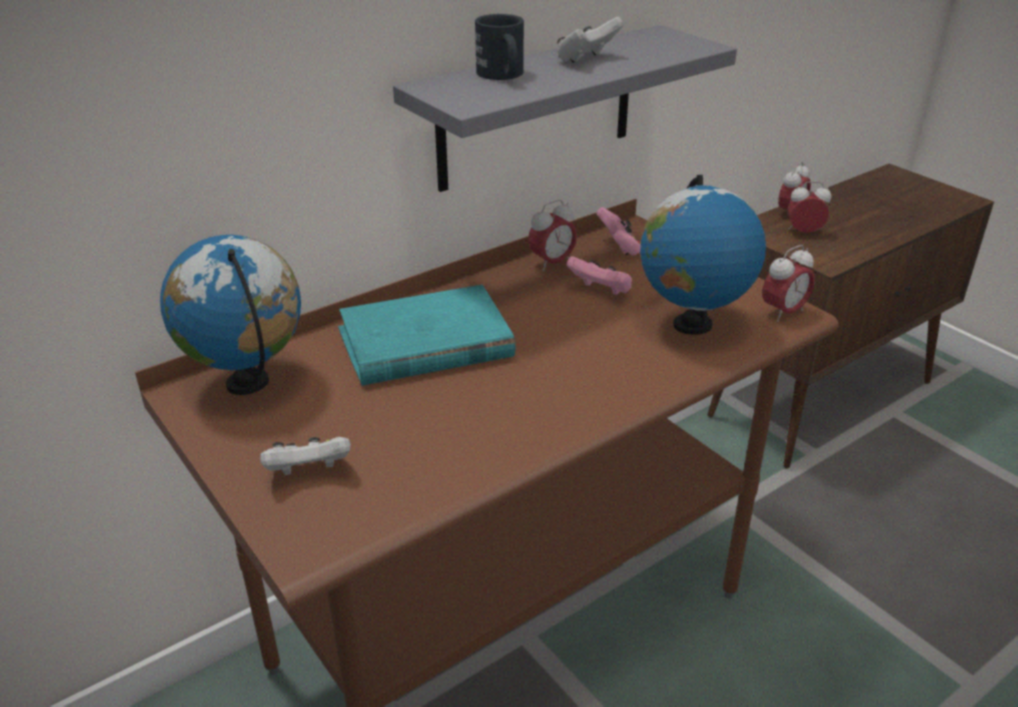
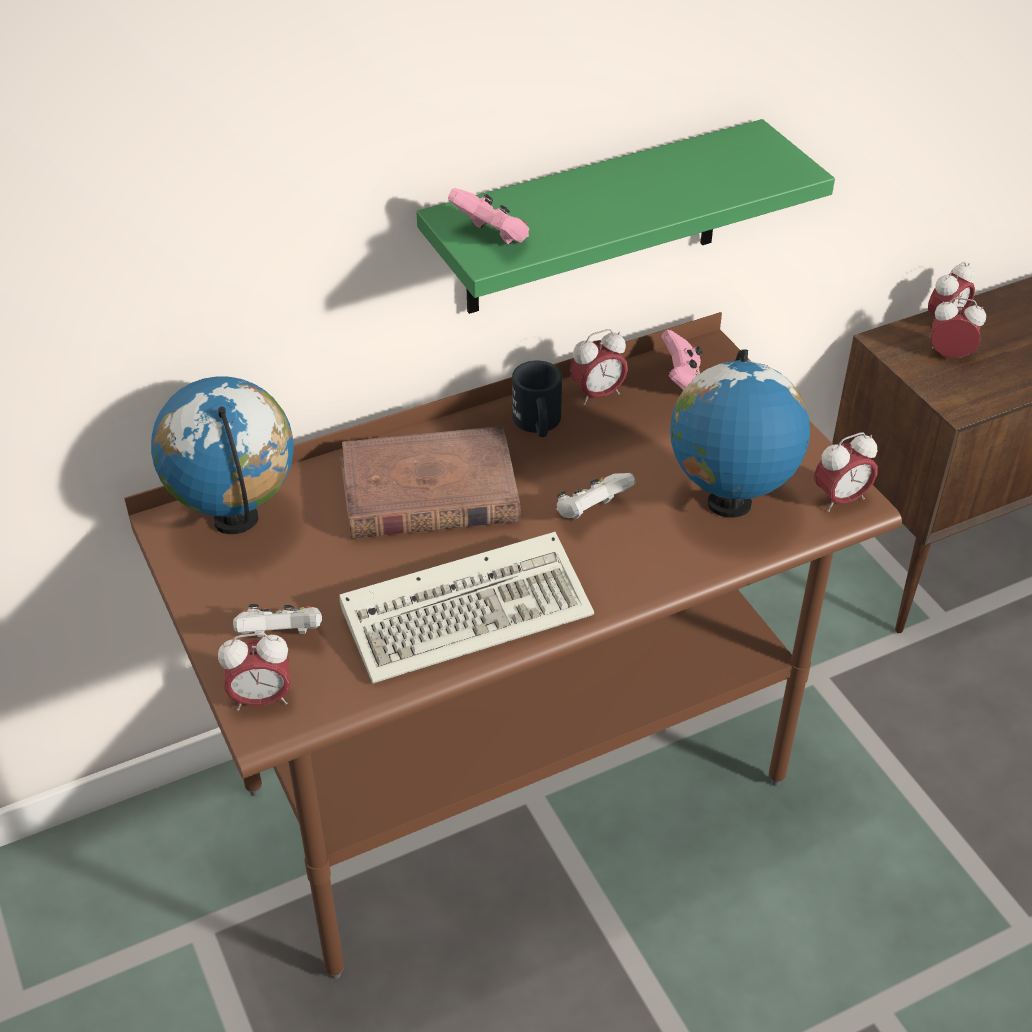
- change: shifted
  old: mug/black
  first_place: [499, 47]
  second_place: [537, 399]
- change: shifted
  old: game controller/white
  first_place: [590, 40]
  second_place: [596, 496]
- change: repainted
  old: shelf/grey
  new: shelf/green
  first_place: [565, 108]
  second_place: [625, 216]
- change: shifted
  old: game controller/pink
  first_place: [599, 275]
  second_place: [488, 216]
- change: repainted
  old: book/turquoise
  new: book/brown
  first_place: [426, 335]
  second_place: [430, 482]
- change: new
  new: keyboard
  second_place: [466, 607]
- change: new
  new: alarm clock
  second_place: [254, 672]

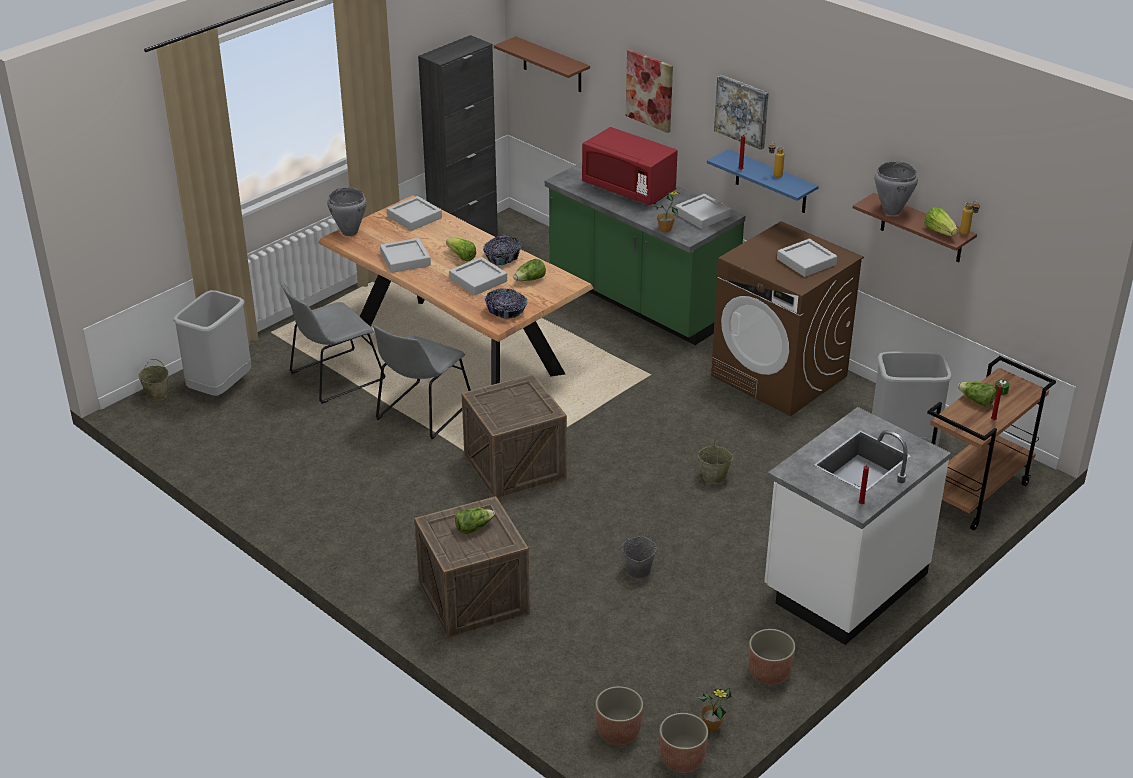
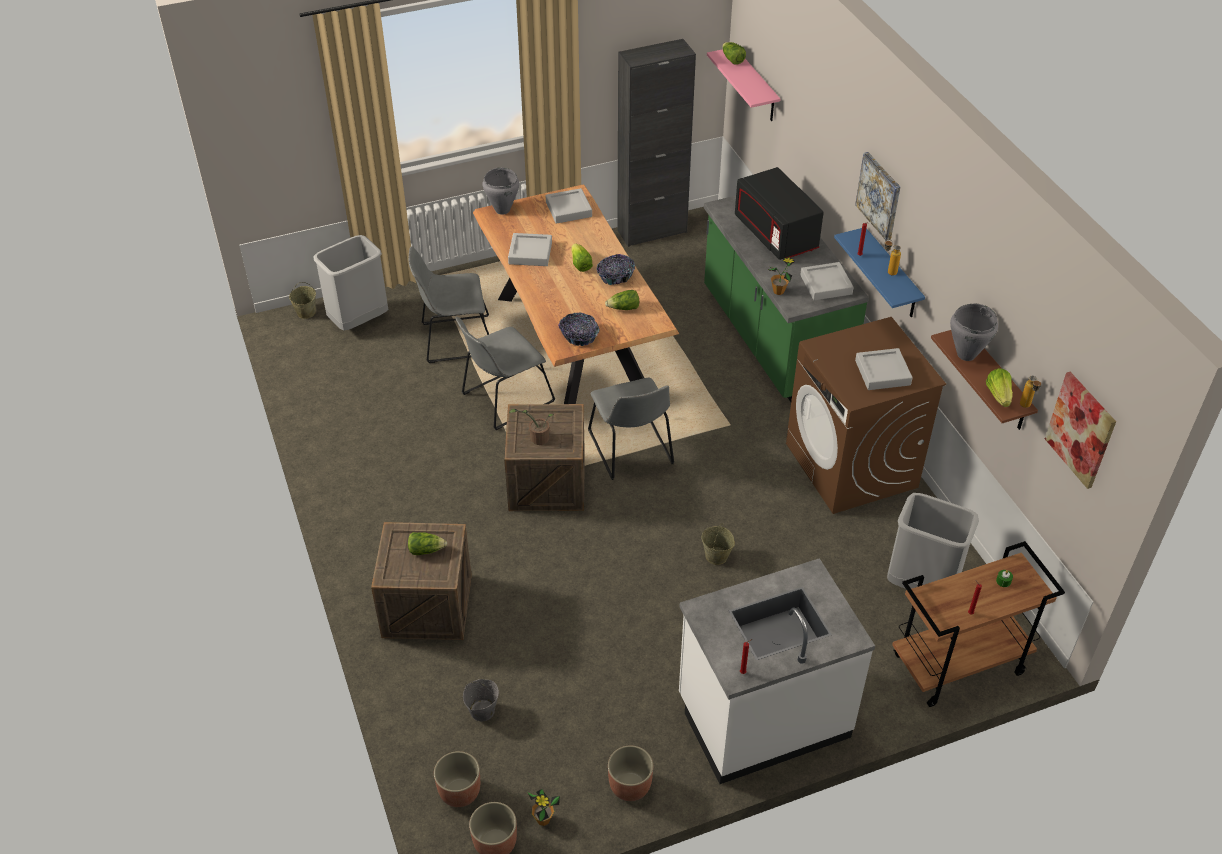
- change: repainted
  old: shelf/brown
  new: shelf/pink
  first_place: [542, 64]
  second_place: [743, 85]
- change: shifted
  old: picture
  first_place: [649, 91]
  second_place: [1080, 430]
- change: repainted
  old: microwave/red
  new: microwave/black
  first_place: [630, 166]
  second_place: [779, 213]
- change: gone
  old: tray/grey
  first_place: [478, 276]
- change: shifted
  old: lettuce
  first_place: [977, 394]
  second_place: [734, 53]
- change: shifted
  old: bucket/grey
  first_place: [639, 555]
  second_place: [481, 700]
- change: new
  new: chair/grey
  second_place: [631, 429]
- change: new
  new: potted plant
  second_place: [531, 427]

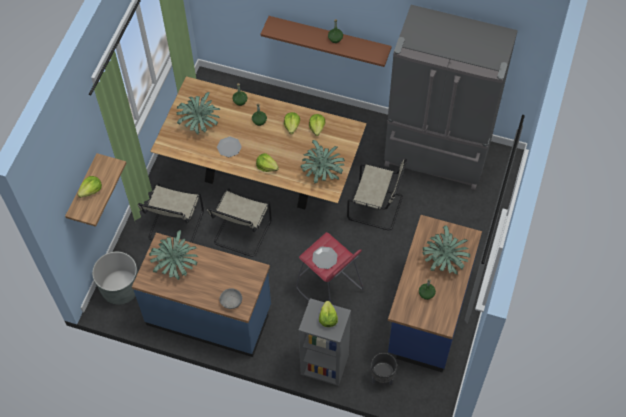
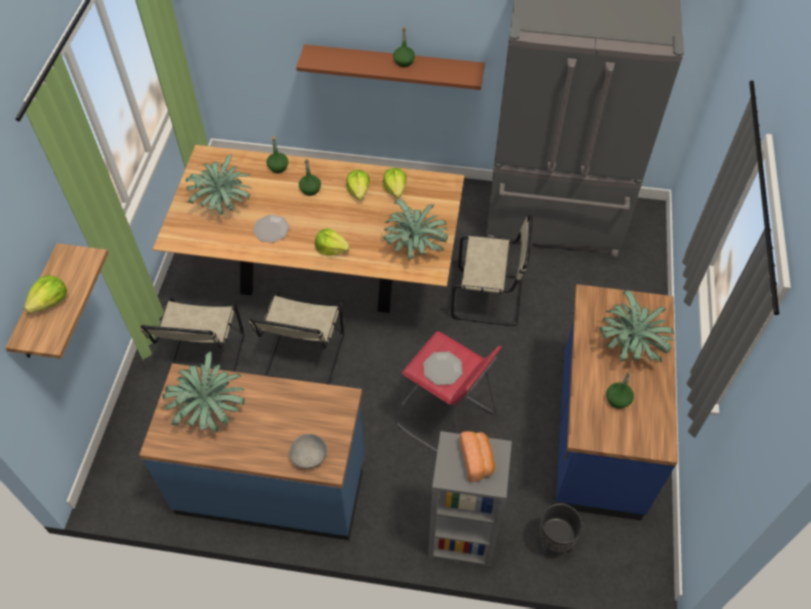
- change: gone
  old: planter/grey
  first_place: [115, 277]
- change: swapped
  old: lettuce
  new: bread
  first_place: [328, 314]
  second_place: [477, 456]

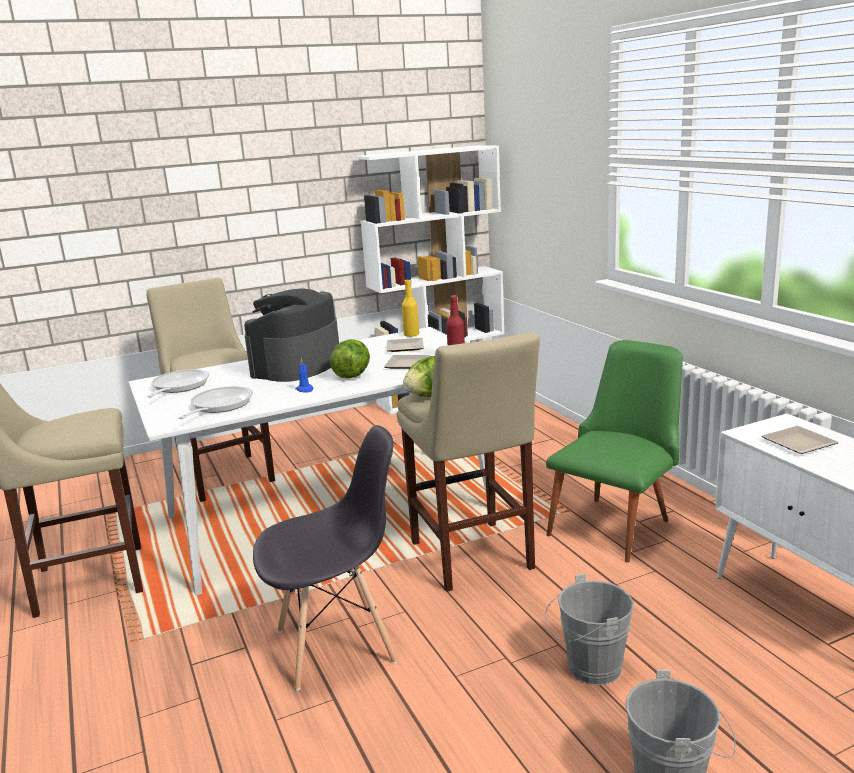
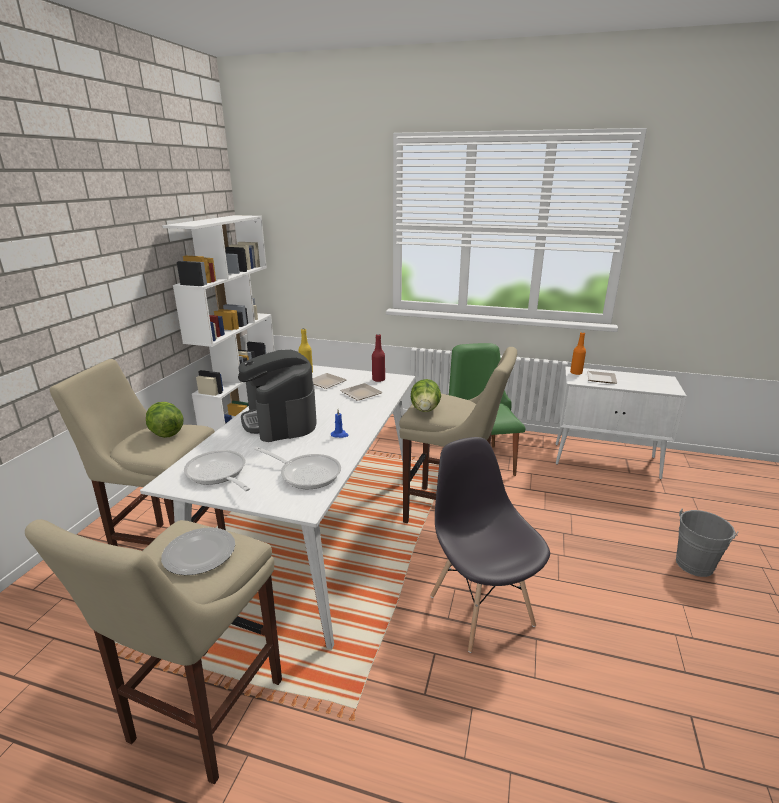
- change: shifted
  old: lettuce
  first_place: [350, 359]
  second_place: [165, 420]
- change: rotated
  old: frying pan
  first_place: [215, 402]
  second_place: [297, 468]
  degrees: 150
- change: rotated
  old: chair/grey
  first_place: [325, 558]
  second_place: [490, 545]
  degrees: -45
- change: gone
  old: bucket/grey
  first_place: [589, 629]
- change: new
  new: bottle/orange
  second_place: [578, 353]
- change: new
  new: plate
  second_place: [198, 551]

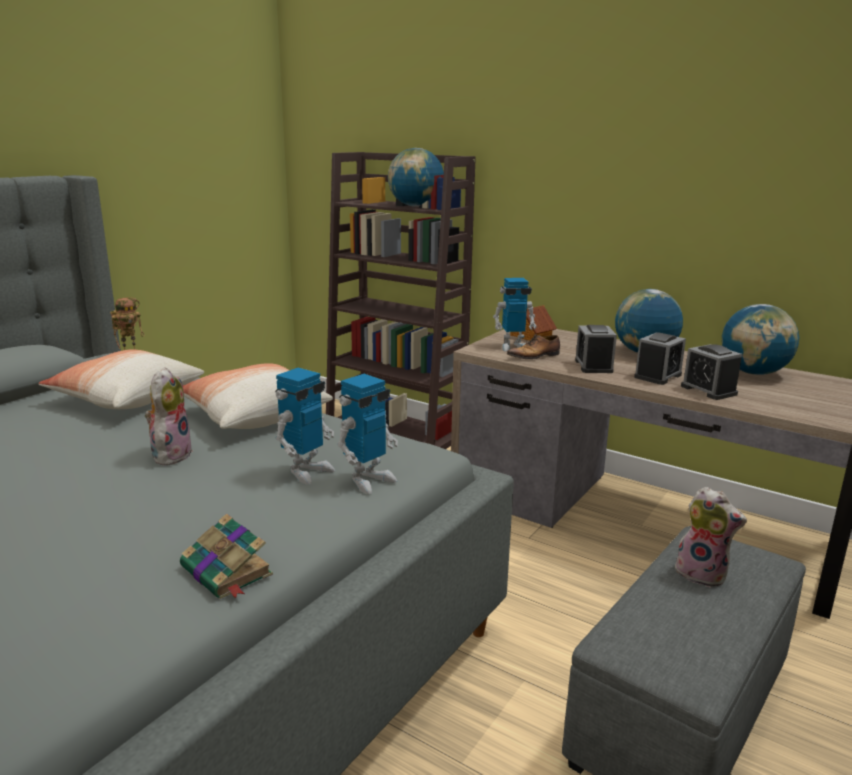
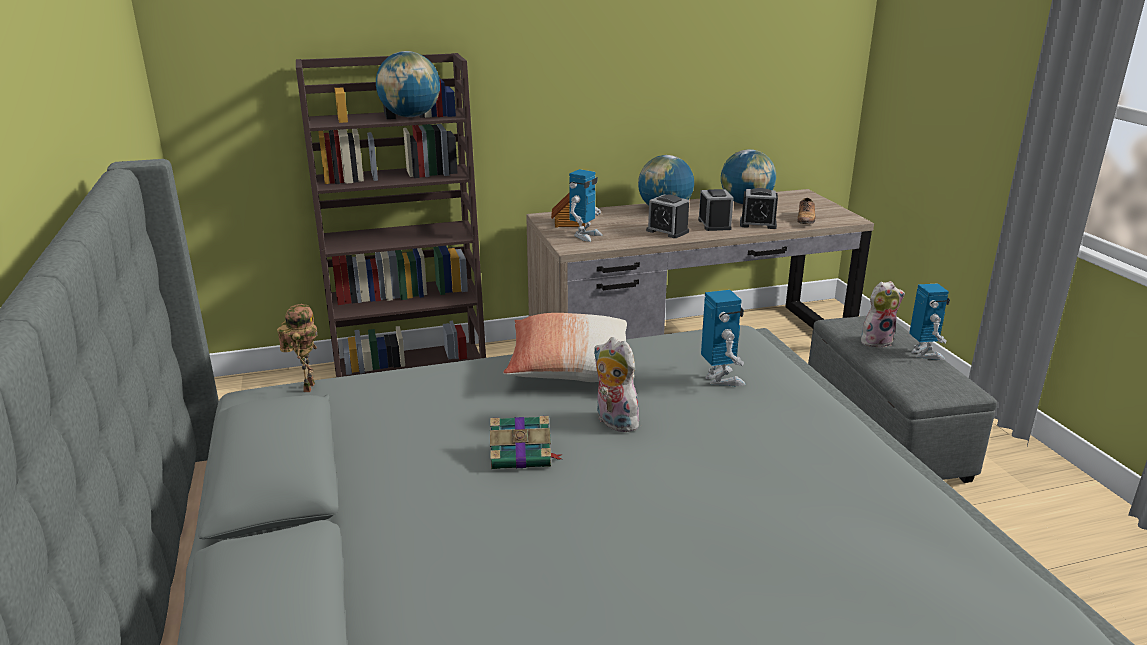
- change: shifted
  old: shoe
  first_place: [533, 346]
  second_place: [806, 211]
- change: gone
  old: pillow
  first_place: [121, 379]
- change: shifted
  old: toy robot
  first_place: [367, 434]
  second_place: [929, 321]
- change: shifted
  old: book
  first_place: [226, 556]
  second_place: [526, 442]

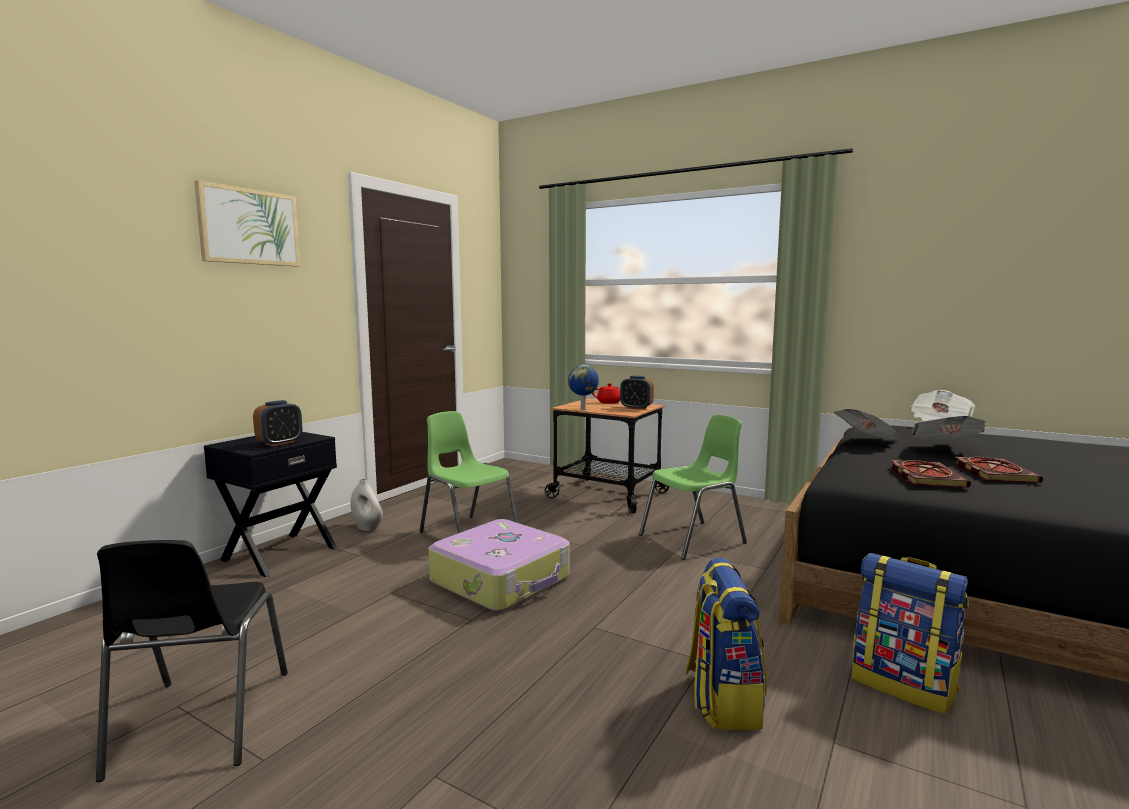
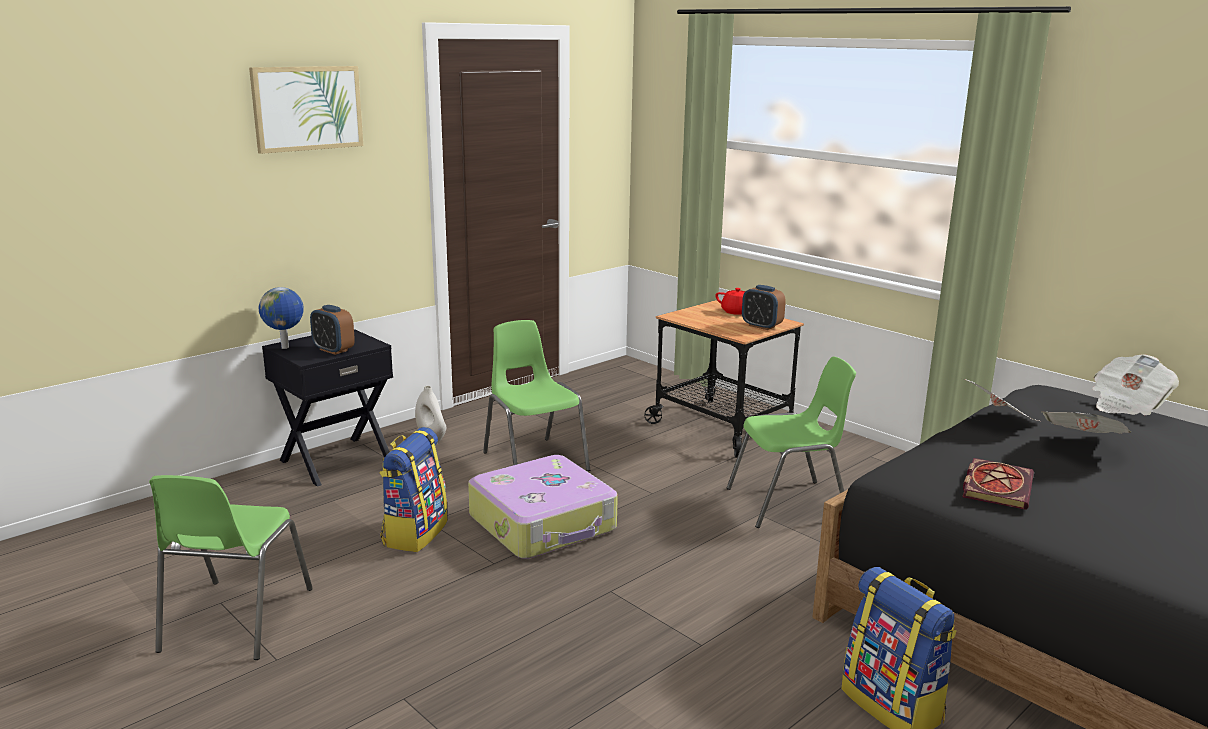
- change: shifted
  old: globe
  first_place: [583, 387]
  second_place: [281, 318]
- change: rotated
  old: alarm clock
  first_place: [277, 423]
  second_place: [332, 330]
  degrees: 75
- change: gone
  old: book
  first_place: [998, 470]
- change: repainted
  old: chair/black
  new: chair/green
  first_place: [192, 661]
  second_place: [231, 567]
- change: shifted
  old: backpack
  first_place: [726, 644]
  second_place: [413, 489]

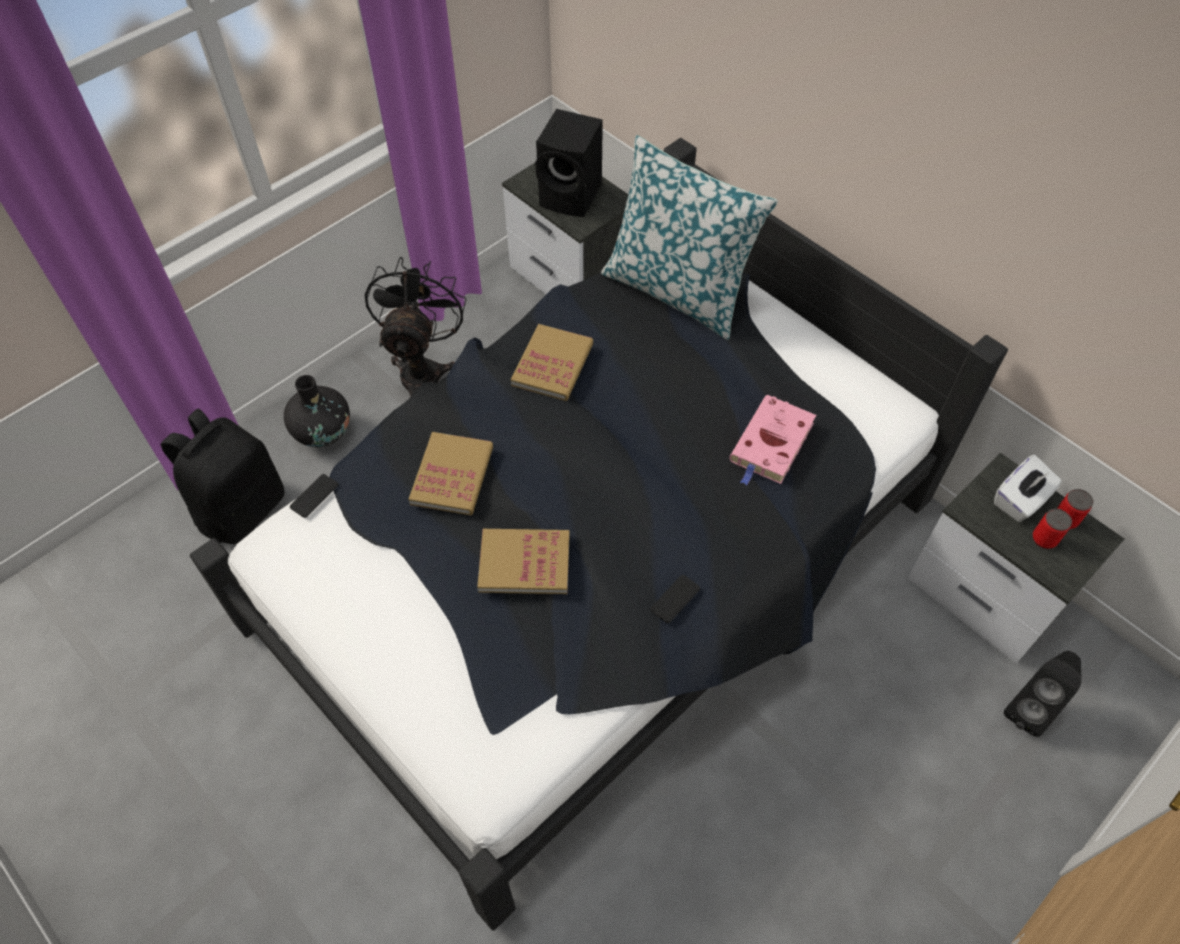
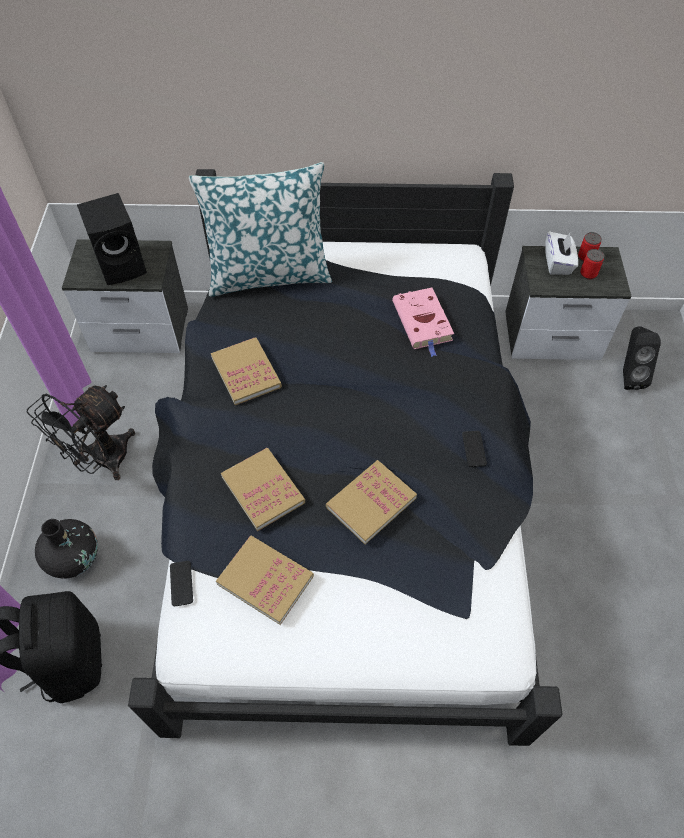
- change: rotated
  old: fan/black
  first_place: [416, 327]
  second_place: [81, 432]
  degrees: -105
- change: new
  new: book
  second_place: [265, 580]

